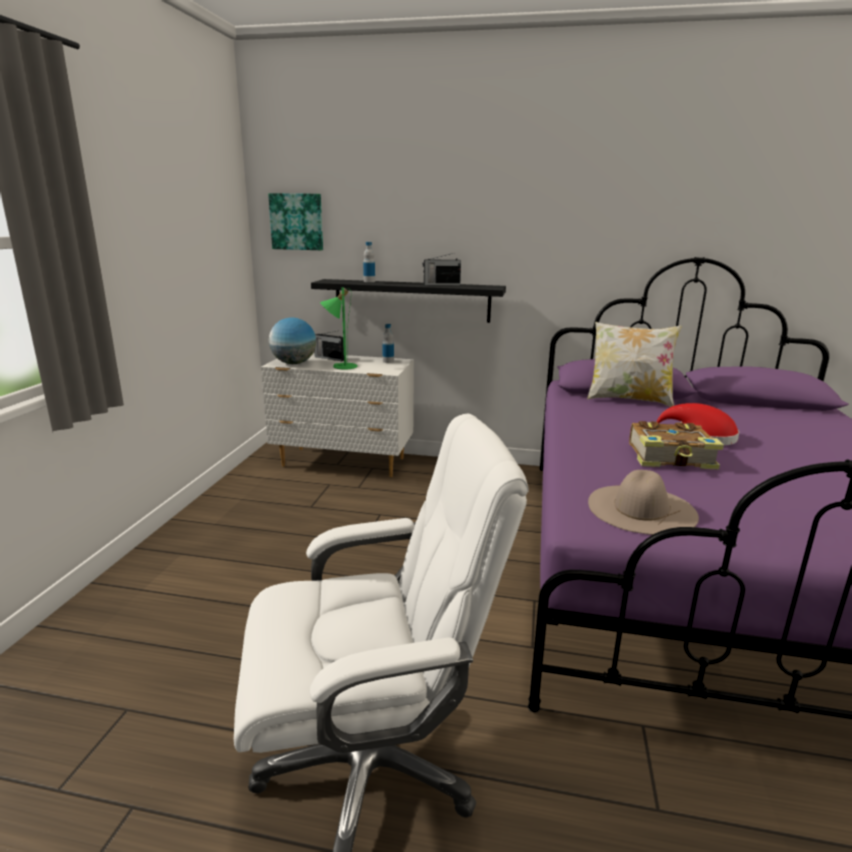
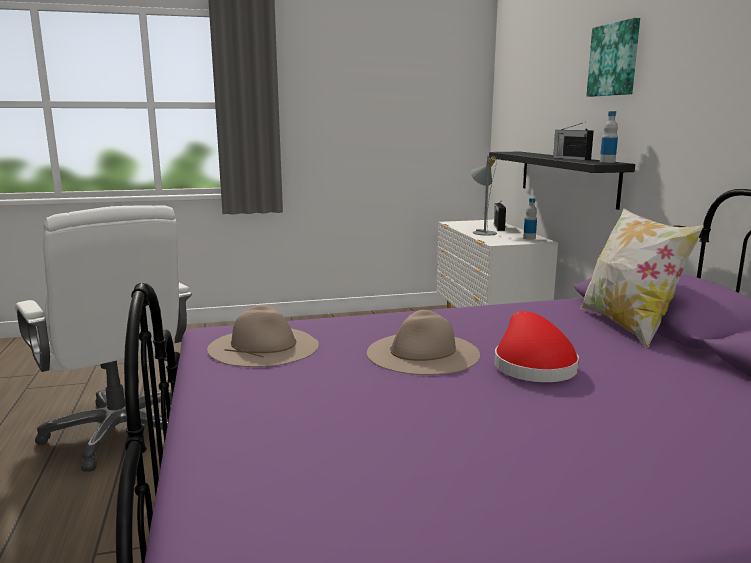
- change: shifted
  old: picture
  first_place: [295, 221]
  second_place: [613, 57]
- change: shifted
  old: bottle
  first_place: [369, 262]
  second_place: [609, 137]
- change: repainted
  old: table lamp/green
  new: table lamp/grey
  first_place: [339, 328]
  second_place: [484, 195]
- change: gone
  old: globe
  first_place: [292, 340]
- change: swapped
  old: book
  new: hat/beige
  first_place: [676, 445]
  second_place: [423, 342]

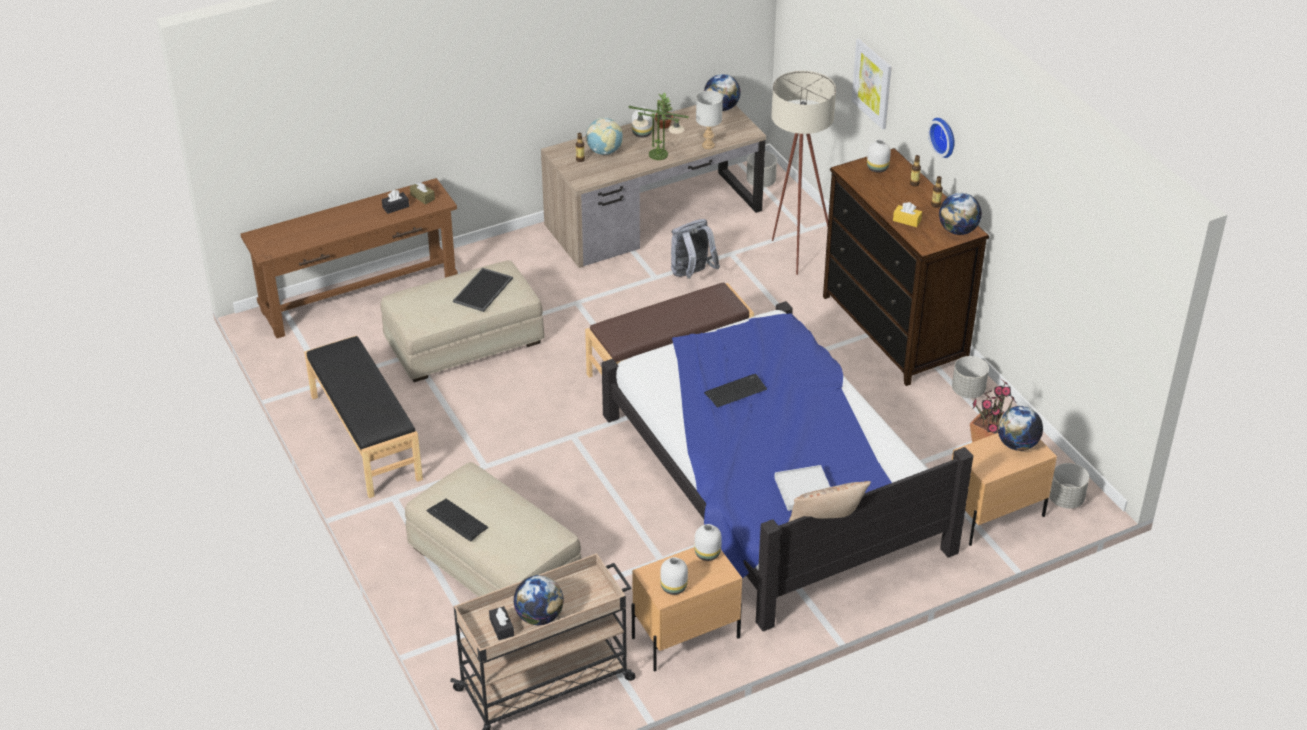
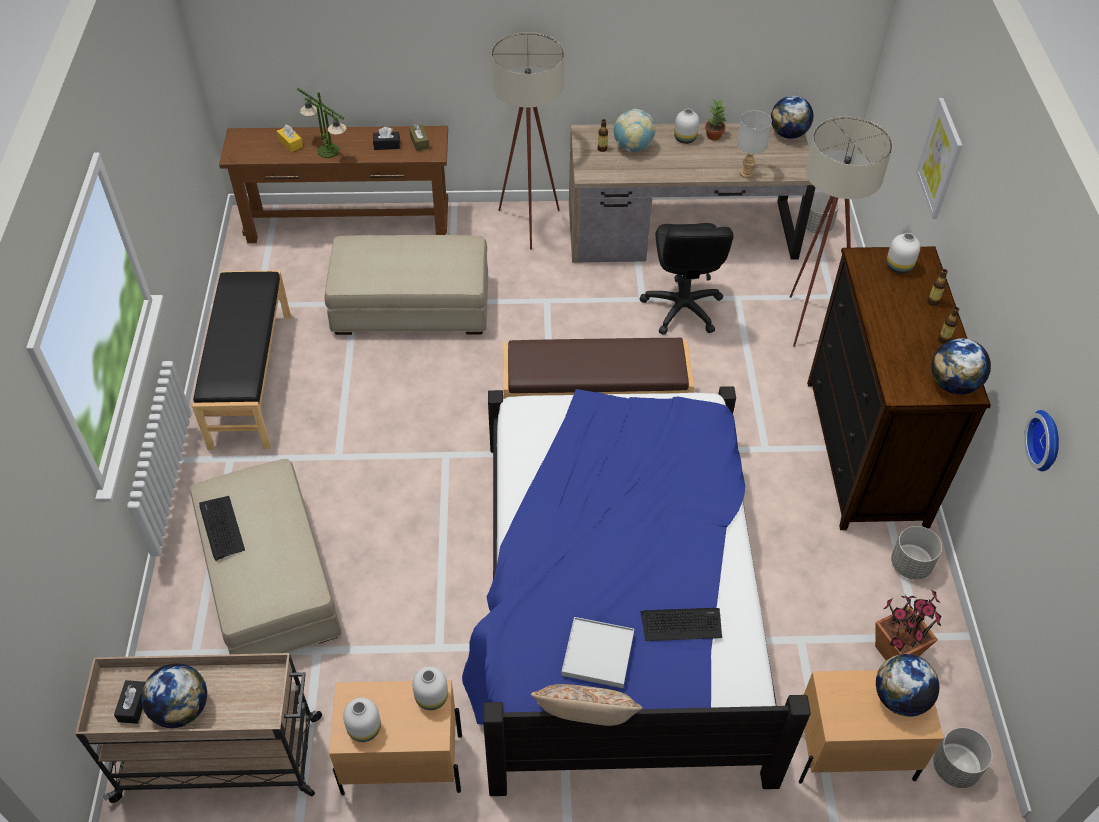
- change: shifted
  old: table lamp
  first_place: [658, 131]
  second_place: [321, 123]
- change: shifted
  old: wall clock
  first_place: [941, 138]
  second_place: [1041, 441]
- change: shifted
  old: tissue box/yellow
  first_place: [907, 214]
  second_place: [290, 138]
- change: swapped
  old: backpack/grey
  new: office chair/black
  first_place: [695, 249]
  second_place: [687, 279]
- change: gone
  old: tray
  first_place: [483, 290]
- change: shifted
  old: keyboard
  first_place: [735, 391]
  second_place: [681, 624]
- change: new
  new: floor lamp/beige
  second_place: [527, 141]

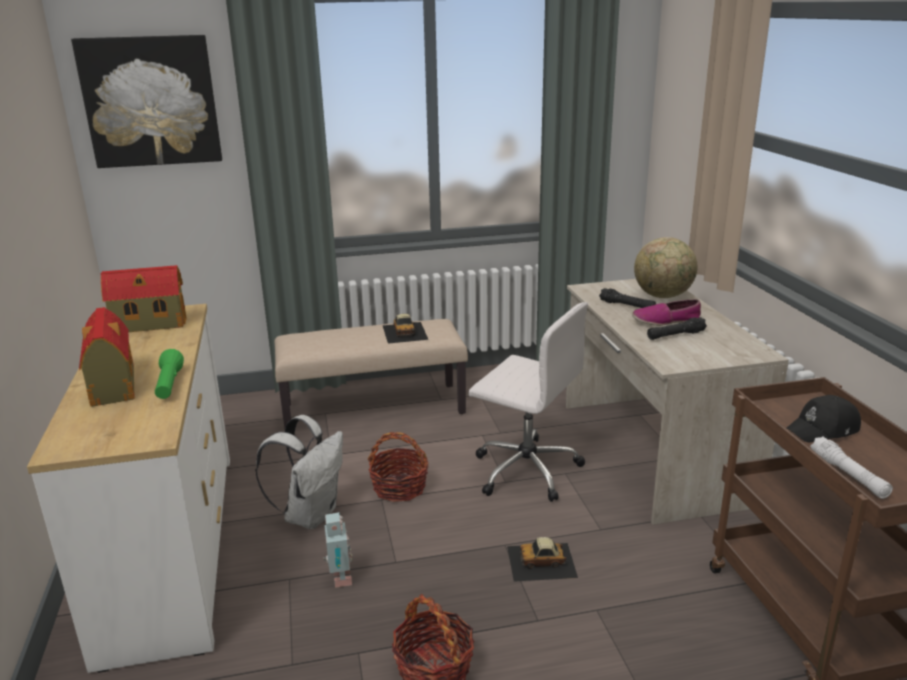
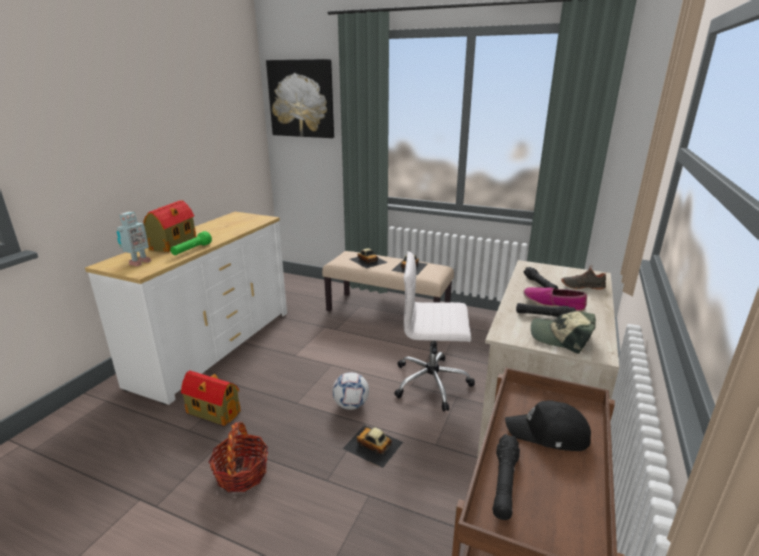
- change: swapped
  old: globe
  new: shoe/black
  first_place: [665, 267]
  second_place: [585, 277]
- change: shifted
  old: toy house
  first_place: [144, 298]
  second_place: [211, 398]
- change: rotated
  old: office chair/white
  first_place: [528, 402]
  second_place: [434, 331]
  degrees: 120
- change: gone
  old: backpack/white
  first_place: [299, 472]
- change: gone
  old: basket
  first_place: [398, 467]
- change: repainted
  old: flashlight/white
  new: flashlight/black
  first_place: [851, 468]
  second_place: [506, 477]
- change: shifted
  old: toy robot
  first_place: [337, 550]
  second_place: [134, 239]
- change: new
  new: toy car
  second_place: [369, 258]
- change: new
  new: cap
  second_place: [563, 332]
- change: new
  new: football
  second_place: [350, 391]

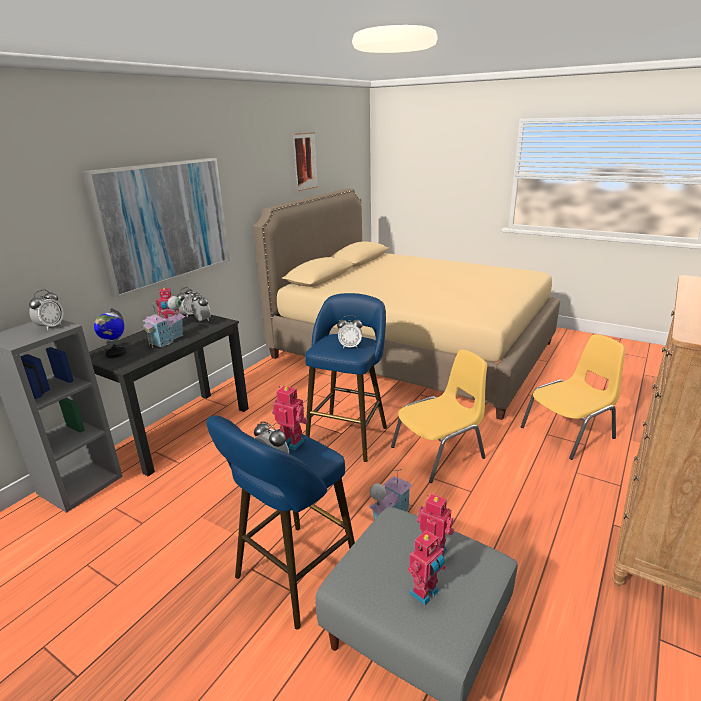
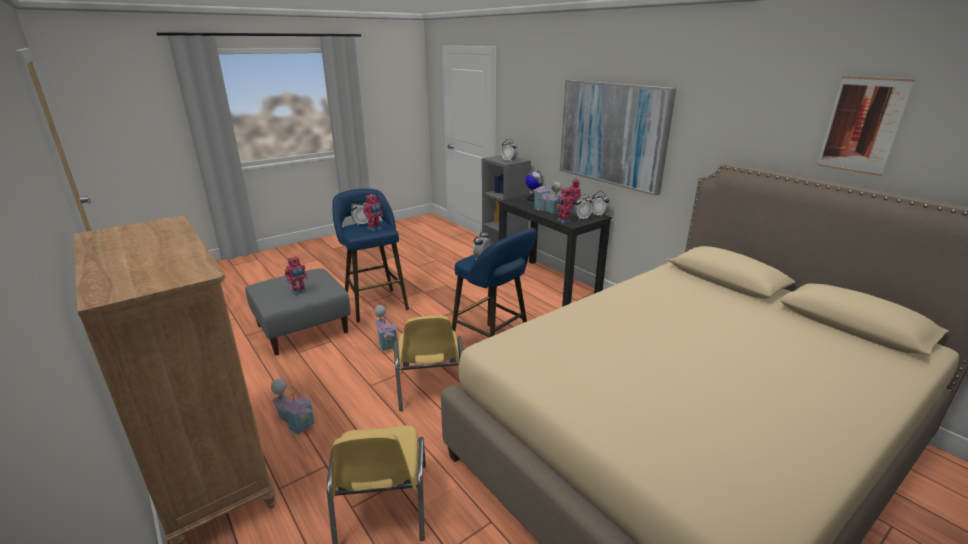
- change: shifted
  old: toy robot
  first_place: [426, 567]
  second_place: [564, 205]
- change: new
  new: toy house
  second_place: [293, 407]

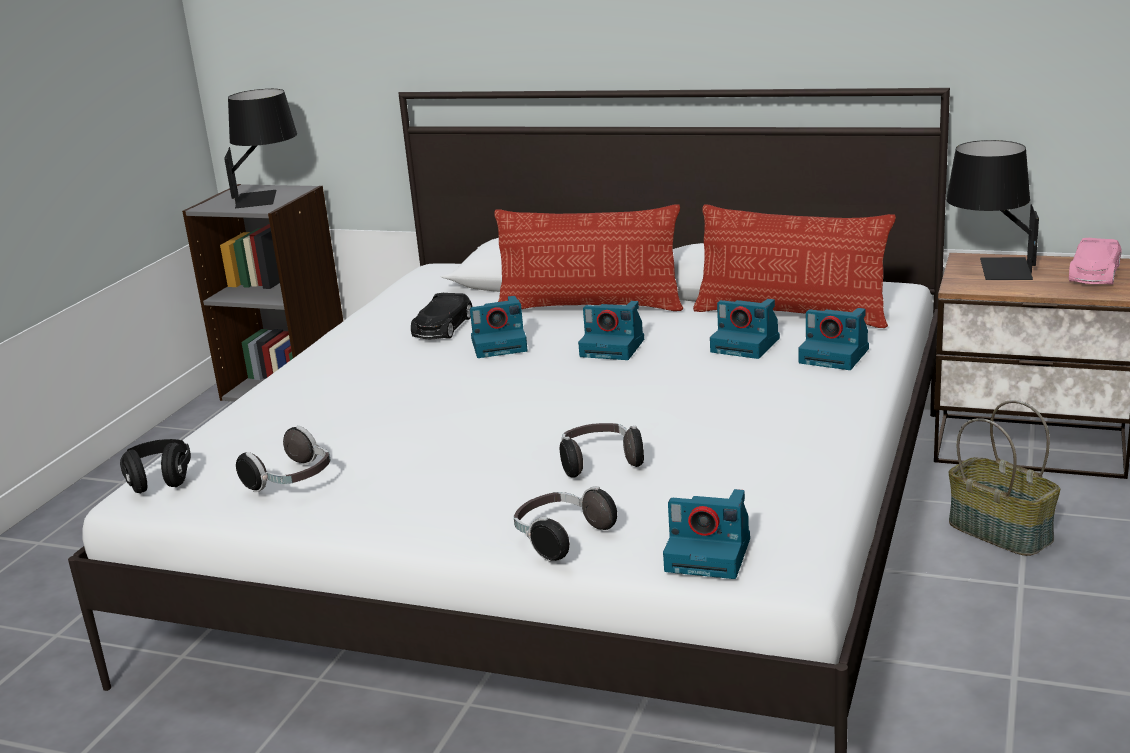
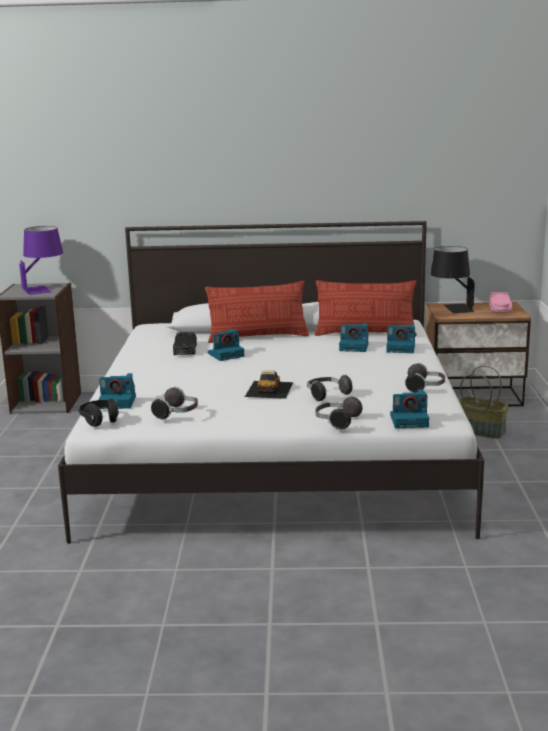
- change: repainted
  old: table lamp/black
  new: table lamp/purple
  first_place: [260, 148]
  second_place: [41, 260]
- change: shifted
  old: photo camera
  first_place: [611, 330]
  second_place: [117, 391]
- change: new
  new: headphones
  second_place: [425, 377]
- change: new
  new: toy car
  second_place: [269, 384]

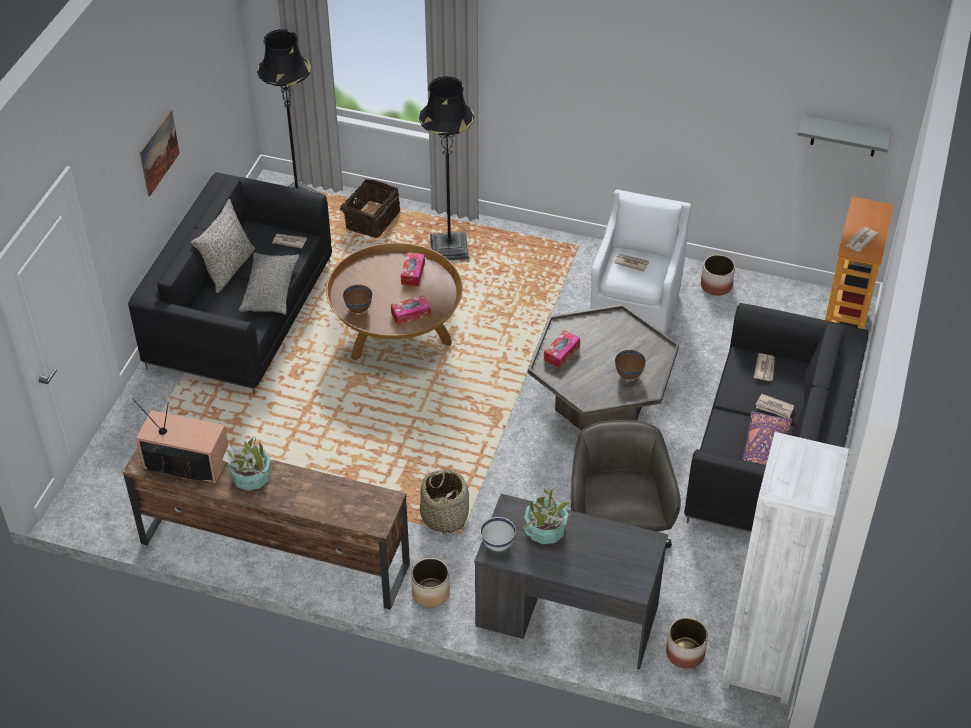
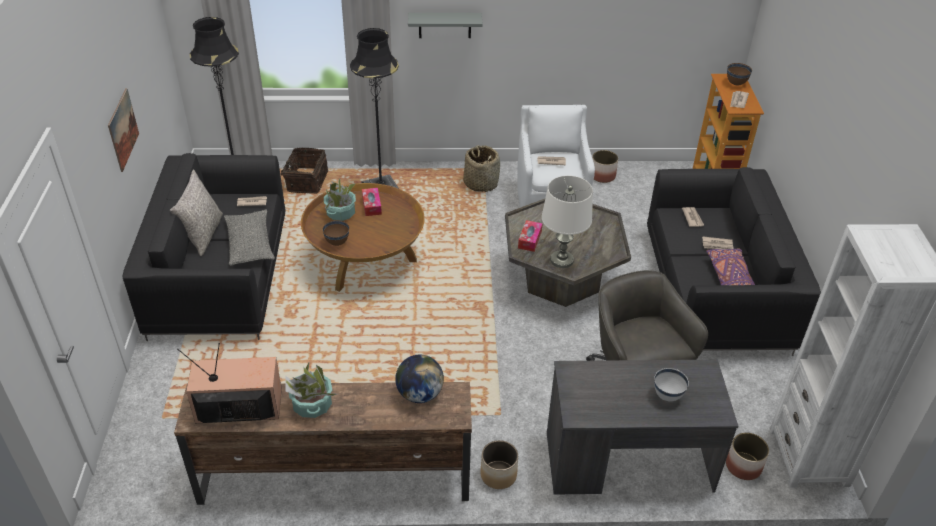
- change: shifted
  old: shelf/grey
  first_place: [844, 135]
  second_place: [445, 25]
- change: gone
  old: tissue box
  first_place: [411, 310]
- change: shifted
  old: bowl/brown
  first_place: [630, 365]
  second_place: [739, 74]
- change: shifted
  old: basket
  first_place: [444, 501]
  second_place: [481, 168]
- change: shifted
  old: potted plant
  first_place: [547, 514]
  second_place: [340, 200]
- change: shifted
  old: bowl/white
  first_place: [498, 534]
  second_place: [671, 384]
- change: new
  new: table lamp/white
  second_place: [567, 221]
- change: new
  new: globe
  second_place: [419, 379]

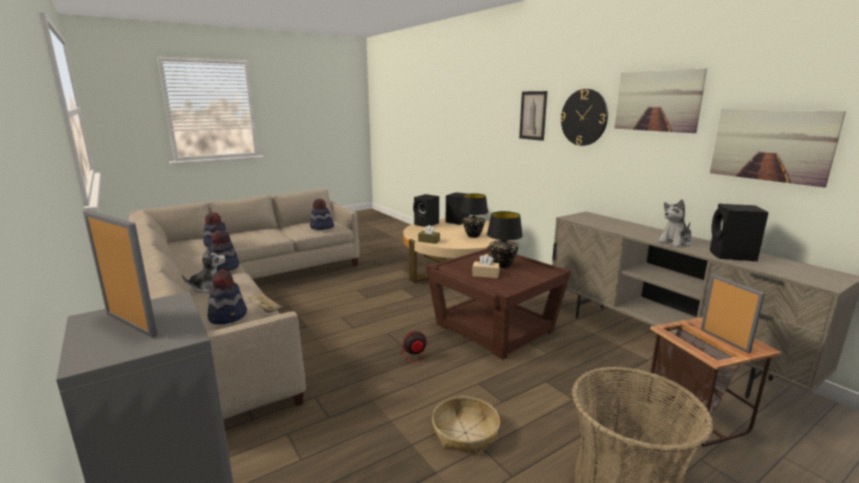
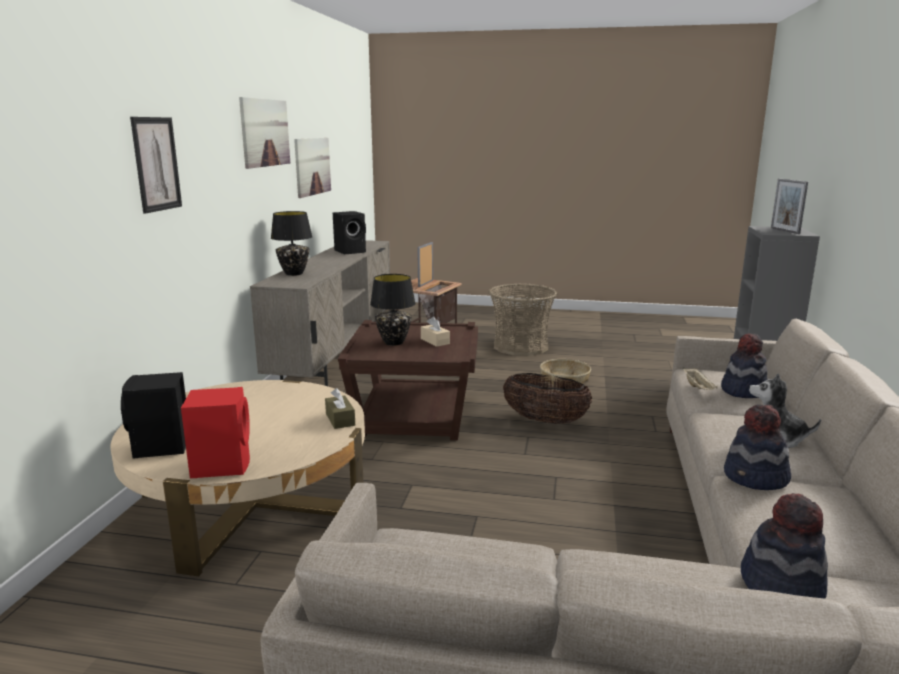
- change: gone
  old: wall clock
  first_place: [584, 117]
- change: shifted
  old: table lamp/black
  first_place: [474, 215]
  second_place: [292, 243]
- change: repainted
  old: speaker/black
  new: speaker/red
  first_place: [426, 210]
  second_place: [215, 432]
- change: gone
  old: hat
  first_place: [322, 214]
- change: gone
  old: plush toy
  first_place: [674, 223]
- change: swapped
  old: fan
  new: basket
  first_place: [406, 361]
  second_place: [547, 398]

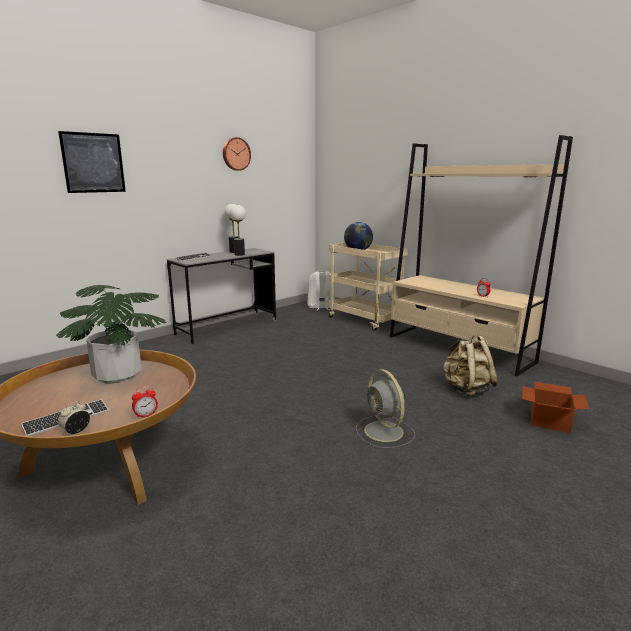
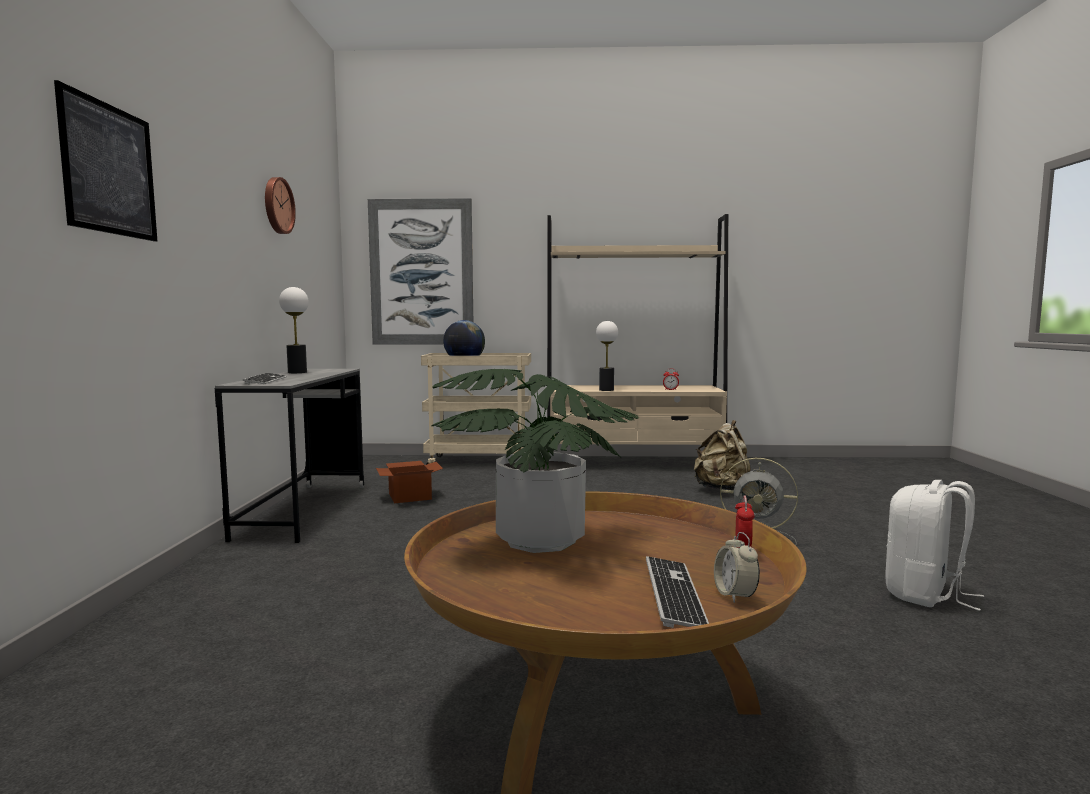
- change: shifted
  old: table lamp
  first_place: [238, 230]
  second_place: [607, 356]
- change: shifted
  old: backpack/white
  first_place: [321, 290]
  second_place: [934, 545]
- change: shifted
  old: cardboard box
  first_place: [555, 407]
  second_place: [409, 482]
- change: new
  new: picture
  second_place: [420, 271]

